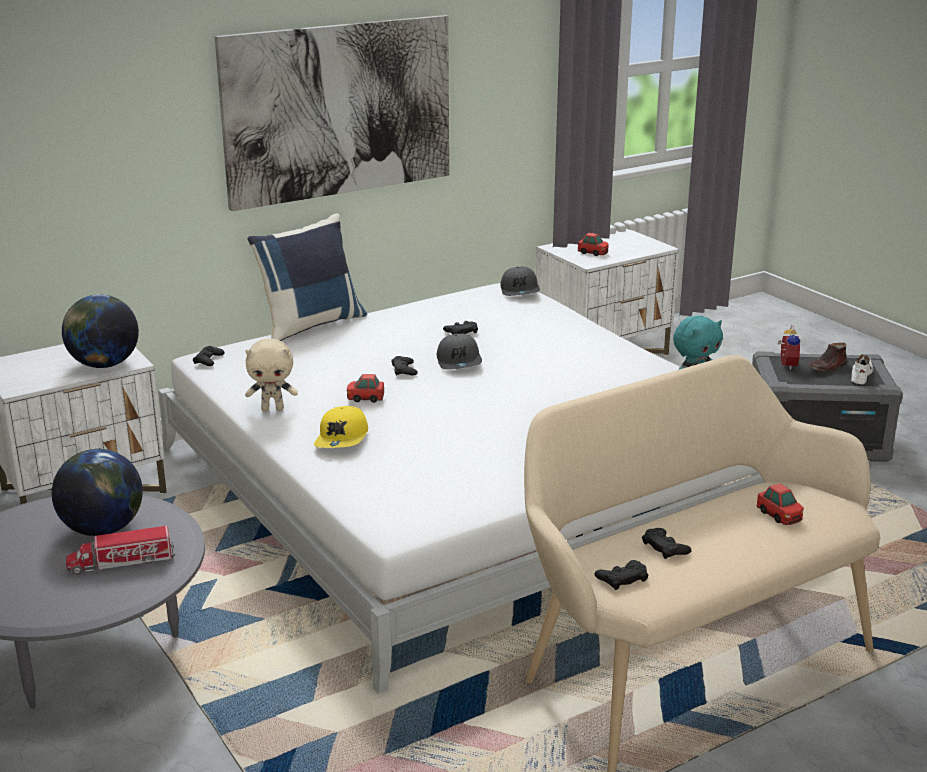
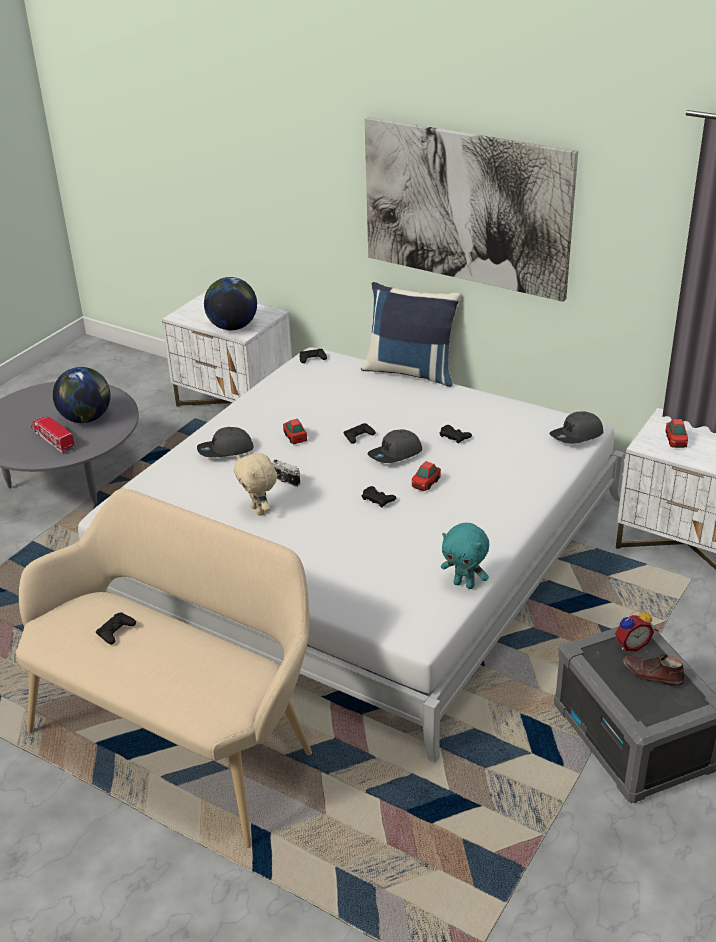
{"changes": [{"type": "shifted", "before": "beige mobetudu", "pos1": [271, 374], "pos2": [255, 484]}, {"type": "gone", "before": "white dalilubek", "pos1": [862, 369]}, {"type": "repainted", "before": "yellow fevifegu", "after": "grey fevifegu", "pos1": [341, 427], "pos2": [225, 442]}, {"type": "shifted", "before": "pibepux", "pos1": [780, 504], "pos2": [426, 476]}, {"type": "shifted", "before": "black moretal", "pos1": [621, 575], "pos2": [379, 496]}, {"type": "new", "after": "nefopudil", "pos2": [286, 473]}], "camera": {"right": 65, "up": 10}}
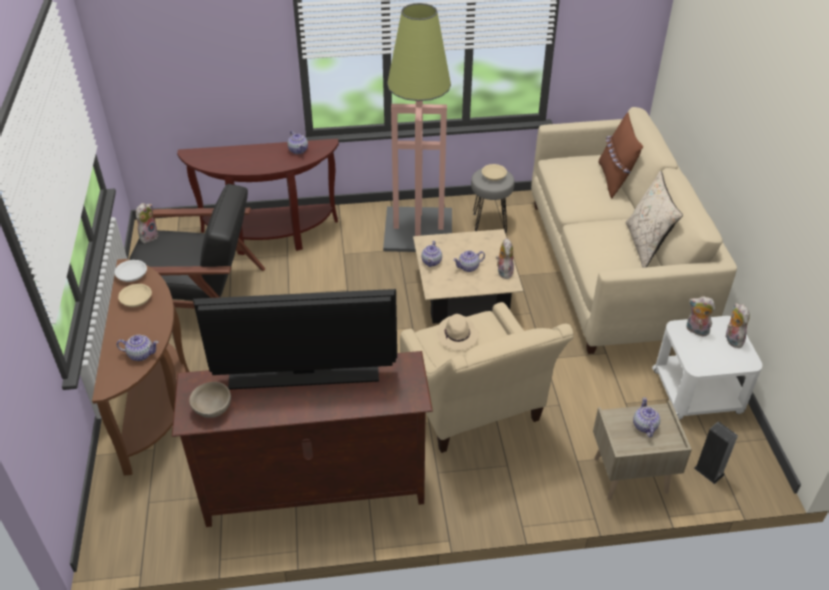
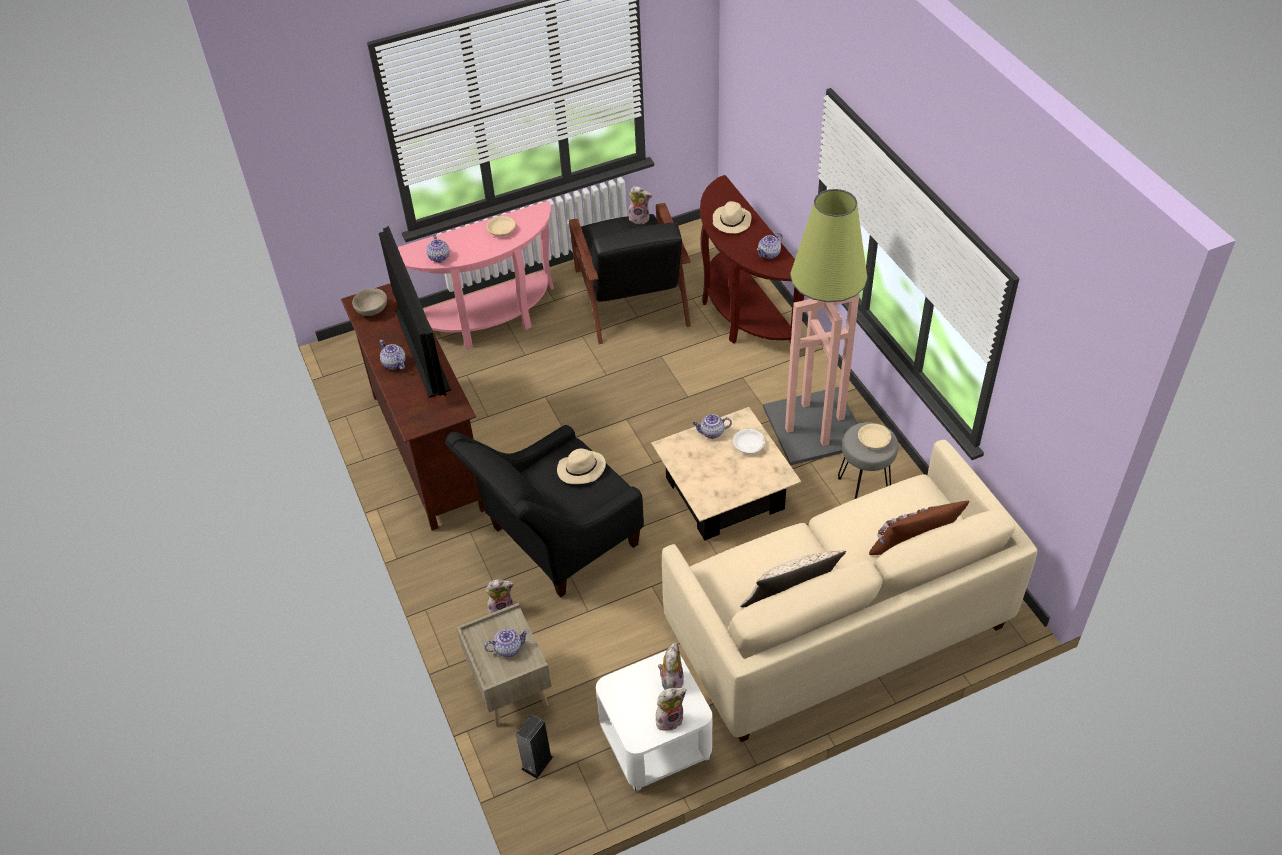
{"changes": [{"type": "shifted", "before": "mobetudu", "pos1": [505, 258], "pos2": [500, 596]}, {"type": "shifted", "before": "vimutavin", "pos1": [469, 261], "pos2": [392, 355]}, {"type": "repainted", "before": "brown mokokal", "after": "pink mokokal", "pos1": [141, 367], "pos2": [476, 275]}, {"type": "shifted", "before": "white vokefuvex", "pos1": [130, 271], "pos2": [749, 441]}, {"type": "repainted", "before": "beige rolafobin", "after": "black rolafobin", "pos1": [487, 377], "pos2": [544, 511]}, {"type": "new", "after": "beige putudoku", "pos2": [732, 217]}], "camera": {"right": 75, "up": 5}}
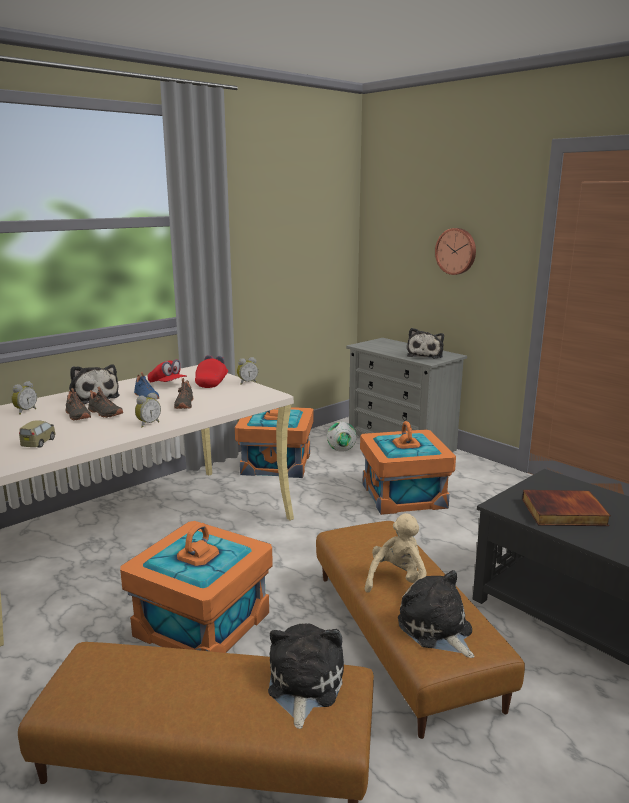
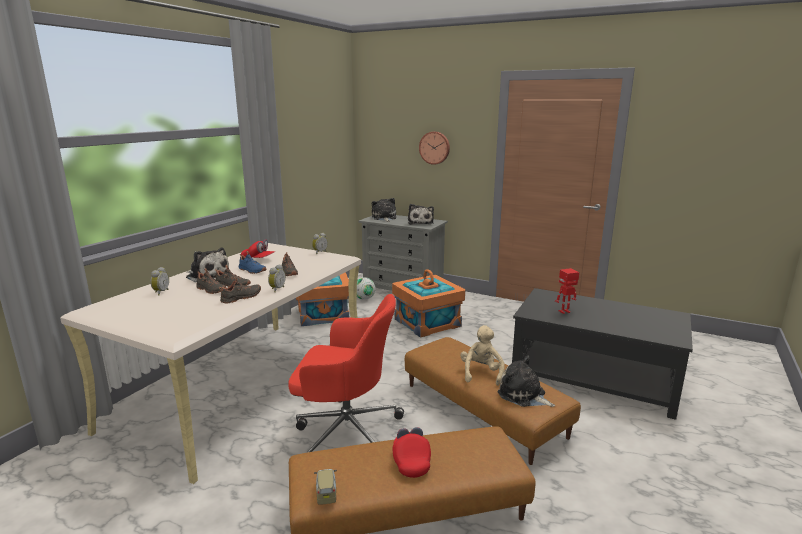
{"changes": [{"type": "shifted", "before": "red fevifegu", "pos1": [211, 371], "pos2": [412, 452]}, {"type": "shifted", "before": "pibepux", "pos1": [37, 434], "pos2": [325, 486]}, {"type": "swapped", "before": "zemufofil", "after": "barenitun", "pos1": [566, 508], "pos2": [567, 291]}, {"type": "swapped", "before": "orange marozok", "after": "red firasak", "pos1": [196, 587], "pos2": [346, 373]}, {"type": "shifted", "before": "mobetudu", "pos1": [306, 676], "pos2": [384, 210]}, {"type": "new", "after": "black dalilubek", "pos2": [240, 290]}], "camera": {"right": -20, "up": 0}}
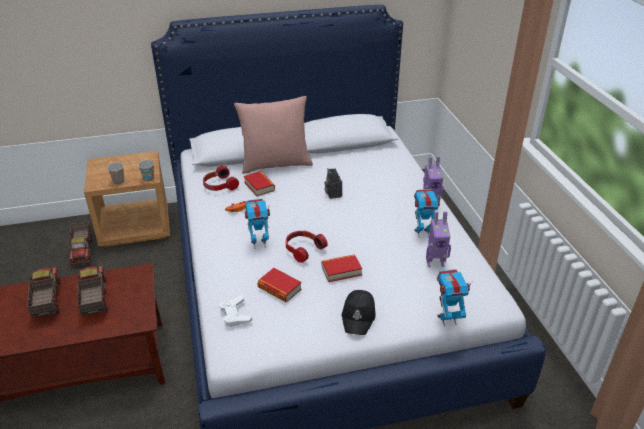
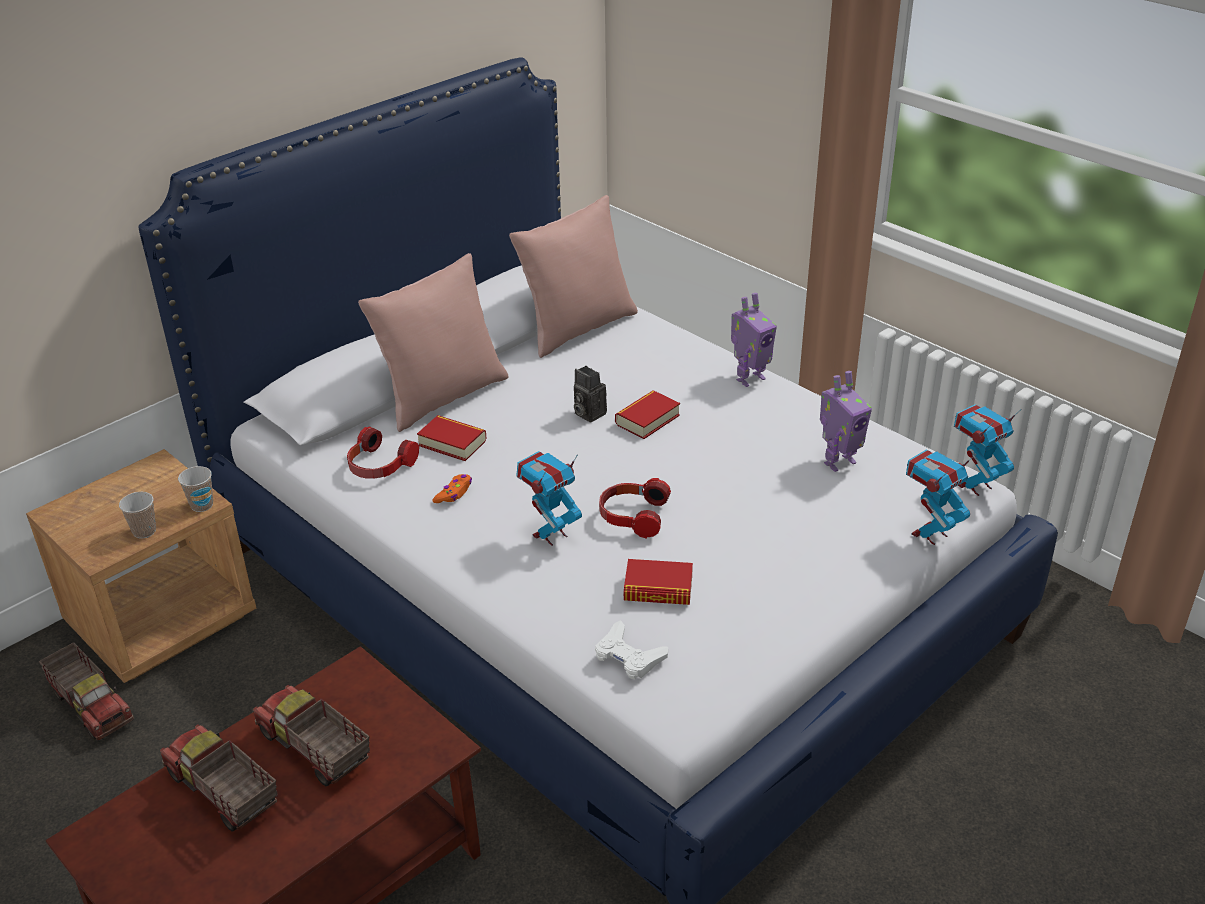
{"changes": [{"type": "shifted", "before": "barenitun", "pos1": [427, 213], "pos2": [988, 450]}, {"type": "shifted", "before": "zemufofil", "pos1": [342, 268], "pos2": [647, 414]}, {"type": "gone", "before": "black fevifegu", "pos1": [359, 312]}, {"type": "new", "after": "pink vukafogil", "pos2": [573, 276]}], "camera": {"right": -30, "up": 0}}
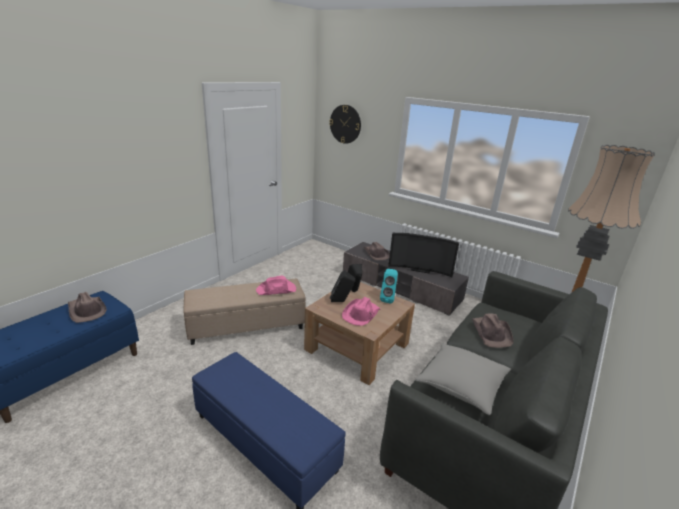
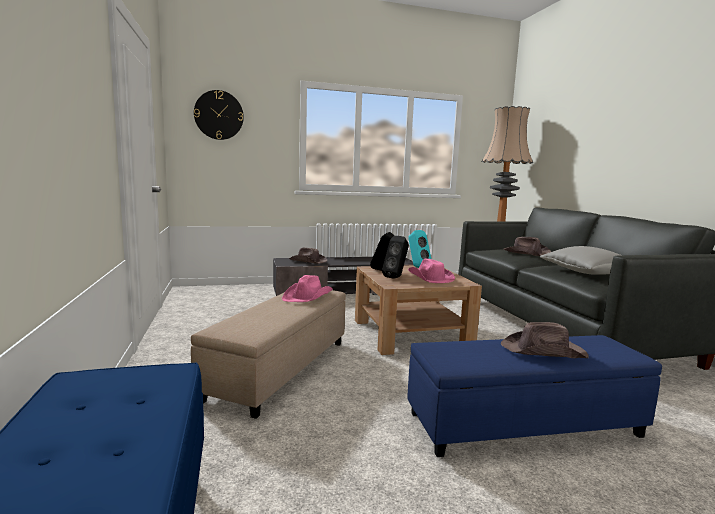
{"changes": [{"type": "gone", "before": "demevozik", "pos1": [423, 255]}, {"type": "shifted", "before": "brown putudoku", "pos1": [87, 307], "pos2": [545, 340]}], "camera": {"right": -50, "up": -15}}
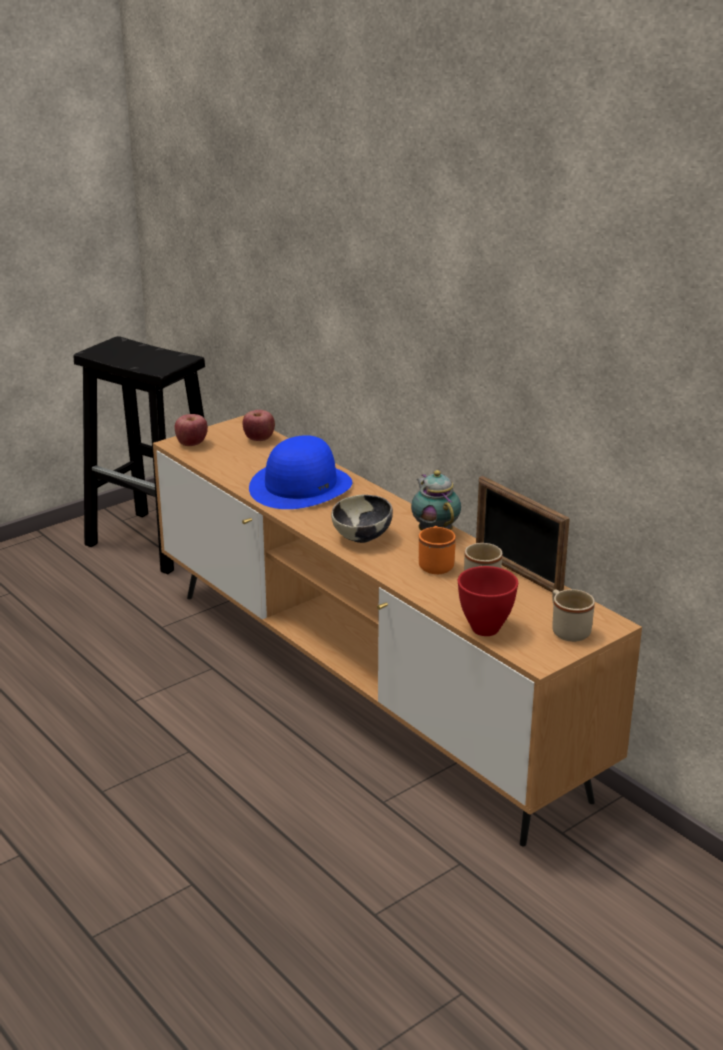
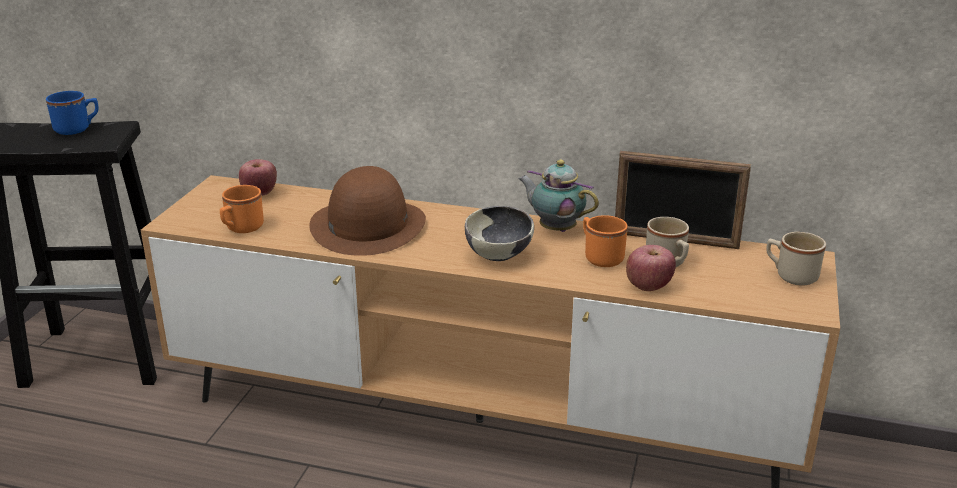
{"changes": [{"type": "shifted", "before": "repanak", "pos1": [191, 430], "pos2": [651, 268]}, {"type": "repainted", "before": "blue putudoku", "after": "brown putudoku", "pos1": [300, 472], "pos2": [367, 211]}, {"type": "gone", "before": "red vokefuvex", "pos1": [488, 601]}, {"type": "new", "after": "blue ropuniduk", "pos2": [72, 113]}, {"type": "new", "after": "orange ropuniduk", "pos2": [242, 209]}], "camera": {"right": -35, "up": 0}}
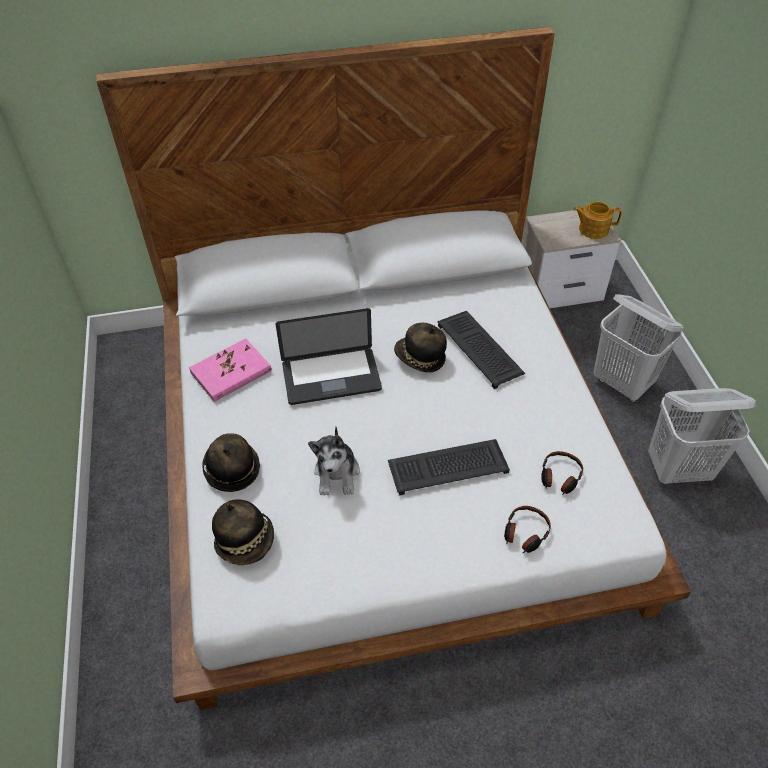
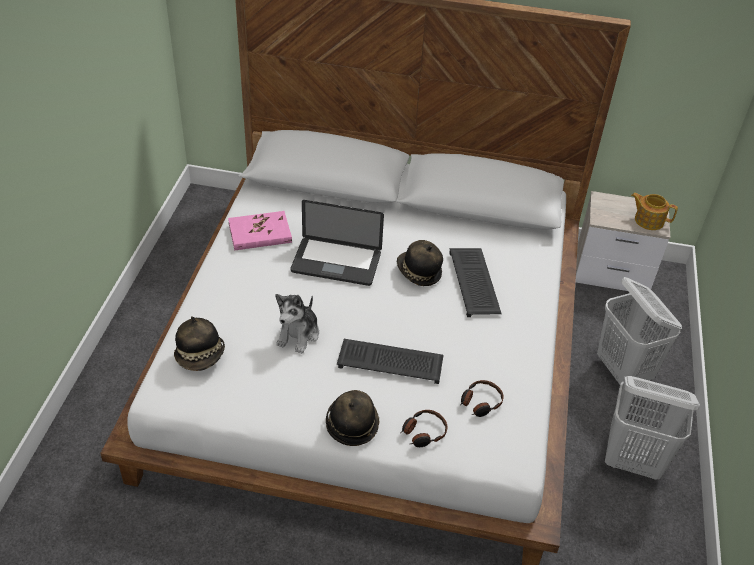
{"changes": [{"type": "shifted", "before": "putudoku", "pos1": [231, 462], "pos2": [352, 418]}], "camera": {"right": 20, "up": -5}}
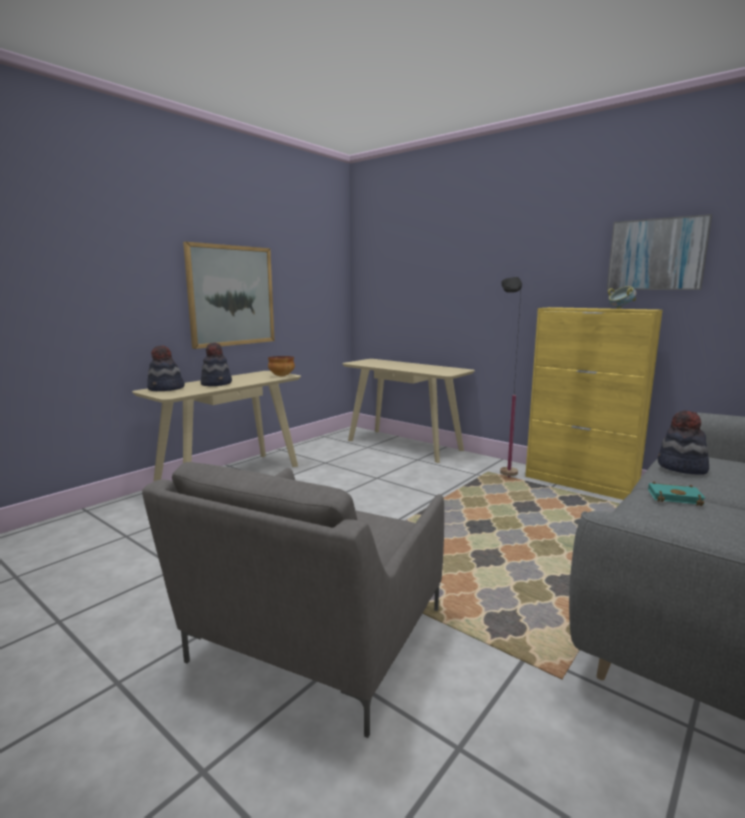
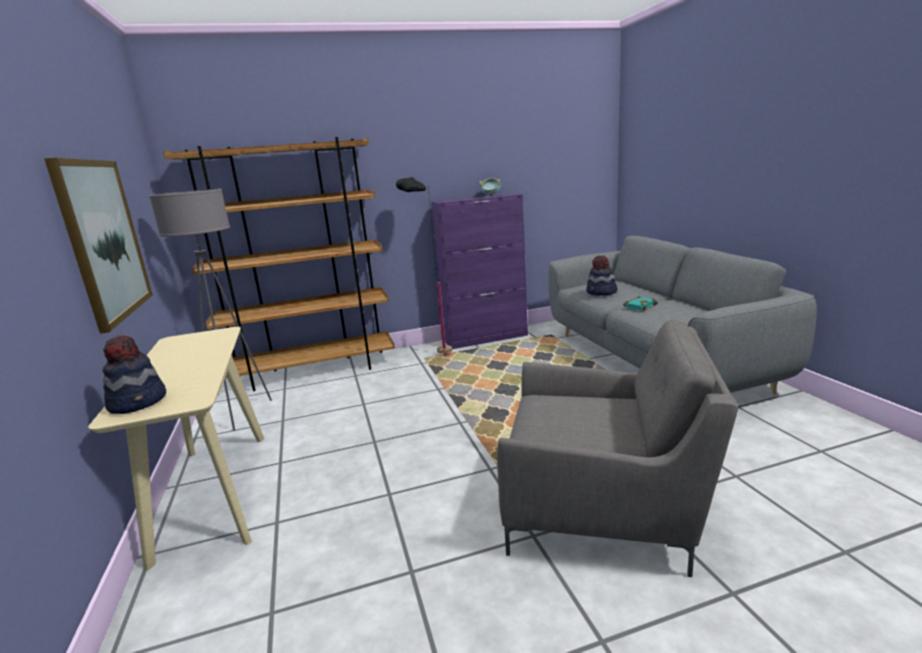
{"changes": [{"type": "gone", "before": "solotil", "pos1": [659, 252]}, {"type": "repainted", "before": "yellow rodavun", "after": "purple rodavun", "pos1": [594, 403], "pos2": [479, 271]}, {"type": "gone", "before": "putudoku", "pos1": [216, 364]}, {"type": "gone", "before": "vokefuvex", "pos1": [281, 366]}, {"type": "swapped", "before": "beige mokokal", "after": "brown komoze", "pos1": [408, 411], "pos2": [279, 264]}, {"type": "rotated", "before": "grey rolafobin", "pos1": [293, 600], "pos2": [617, 448], "turn": -45}, {"type": "new", "after": "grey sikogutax", "pos2": [210, 310]}], "camera": {"right": -55, "up": 5}}
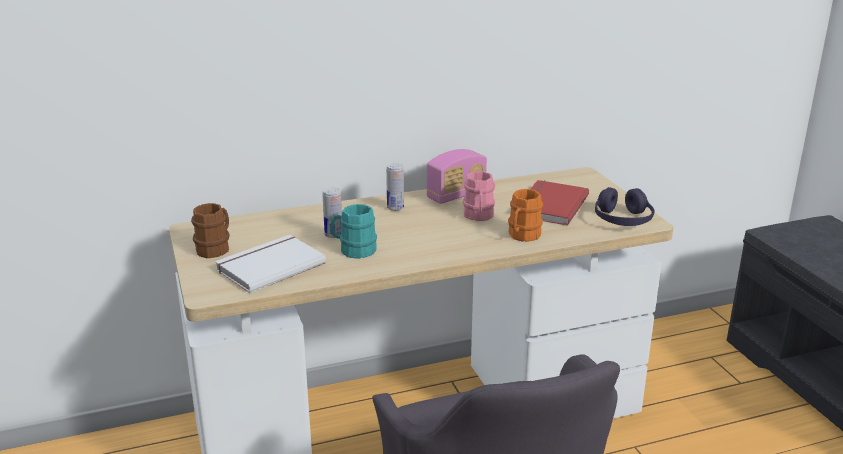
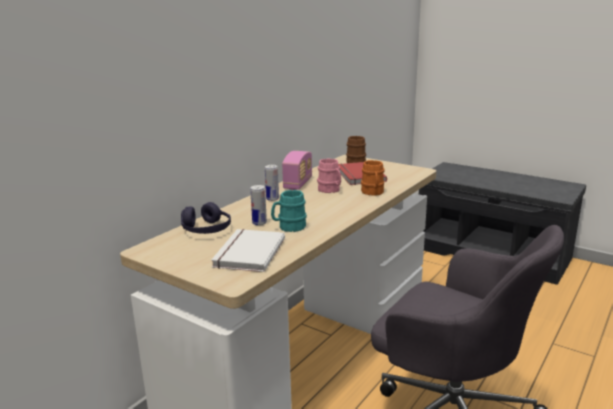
{"changes": [{"type": "shifted", "before": "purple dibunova", "pos1": [625, 206], "pos2": [206, 218]}, {"type": "shifted", "before": "brown ropuniduk", "pos1": [210, 230], "pos2": [356, 149]}], "camera": {"right": -35, "up": -5}}
